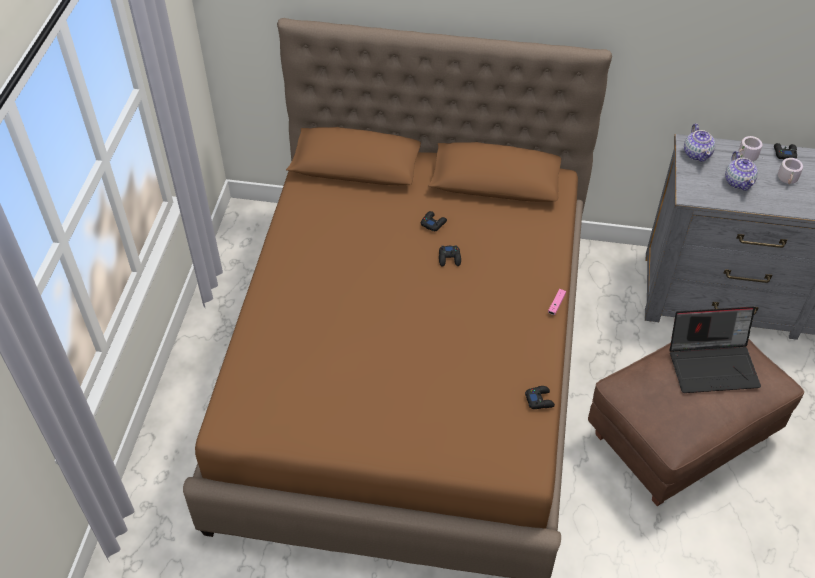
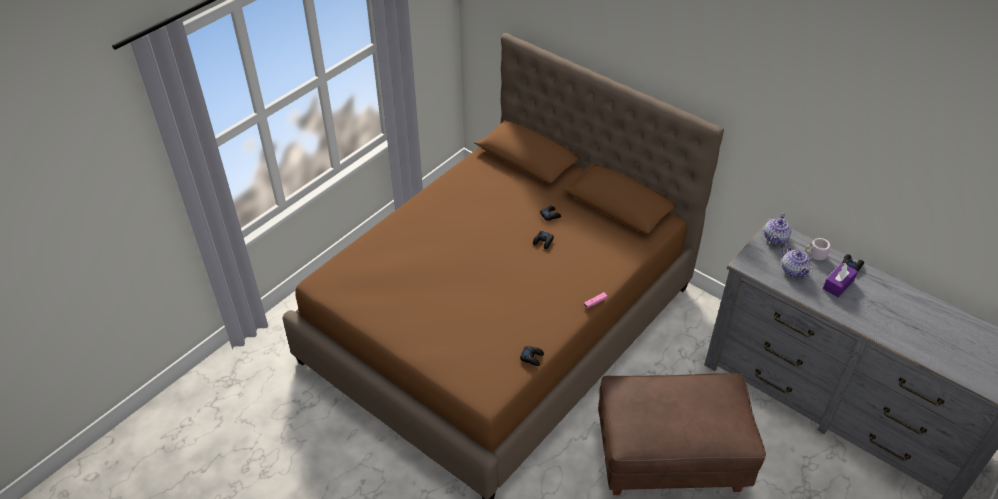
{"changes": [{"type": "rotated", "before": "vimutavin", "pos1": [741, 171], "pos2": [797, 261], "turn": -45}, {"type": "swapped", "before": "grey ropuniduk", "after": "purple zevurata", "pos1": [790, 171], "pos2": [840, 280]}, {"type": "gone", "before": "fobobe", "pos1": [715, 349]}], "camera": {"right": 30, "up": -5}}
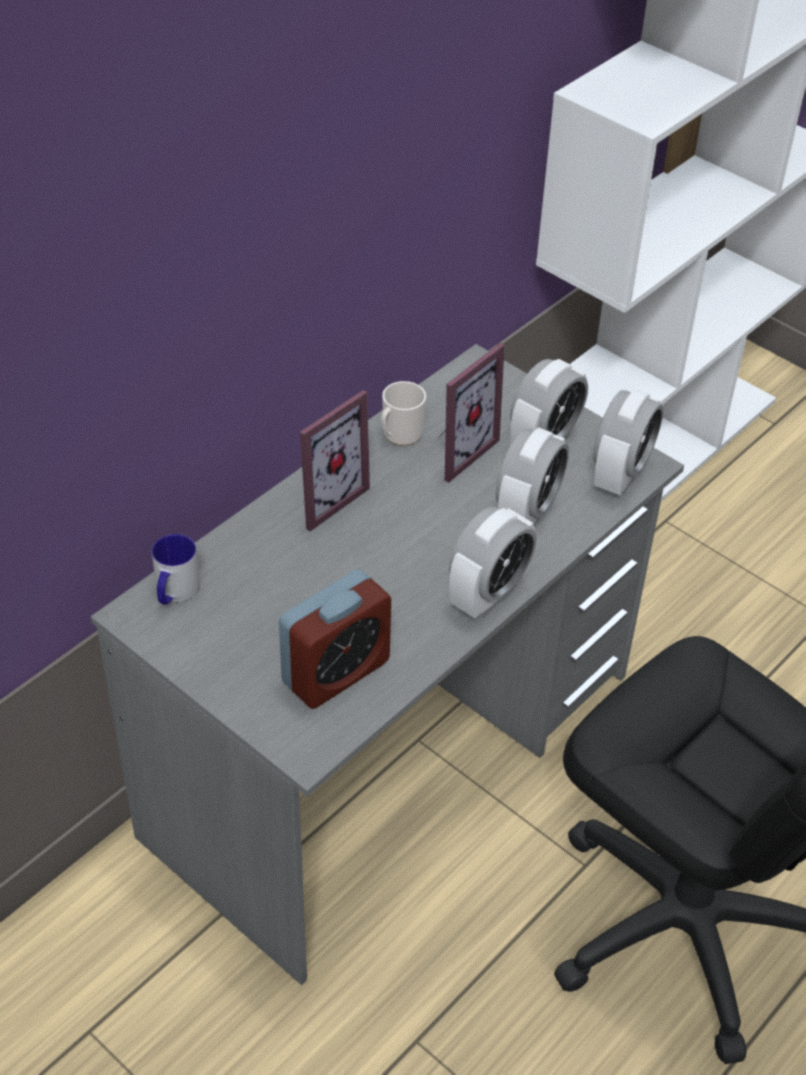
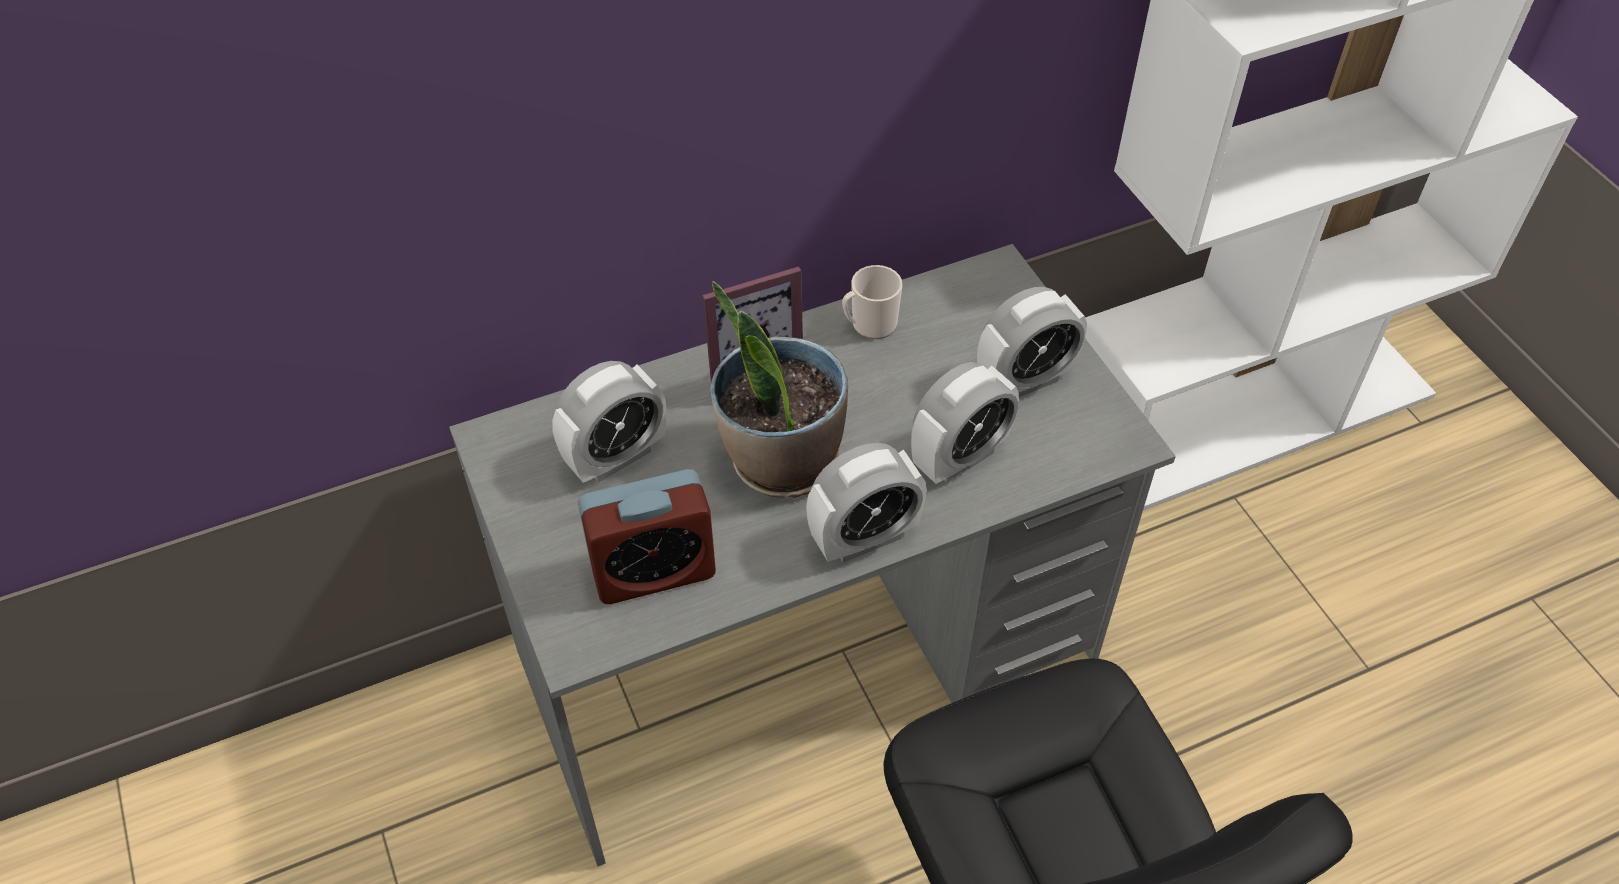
{"changes": [{"type": "gone", "before": "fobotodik", "pos1": [470, 413]}, {"type": "shifted", "before": "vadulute", "pos1": [628, 442], "pos2": [609, 422]}, {"type": "gone", "before": "ropuniduk", "pos1": [176, 569]}, {"type": "new", "after": "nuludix", "pos2": [779, 389]}], "camera": {"right": 25, "up": 5}}
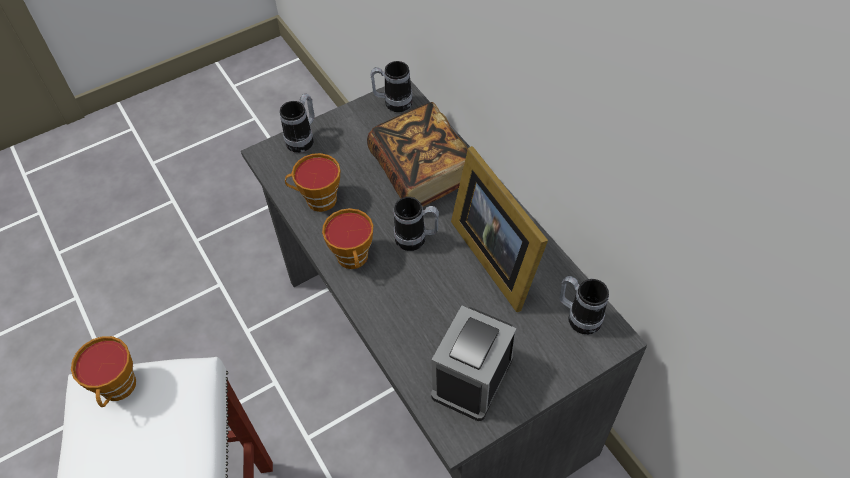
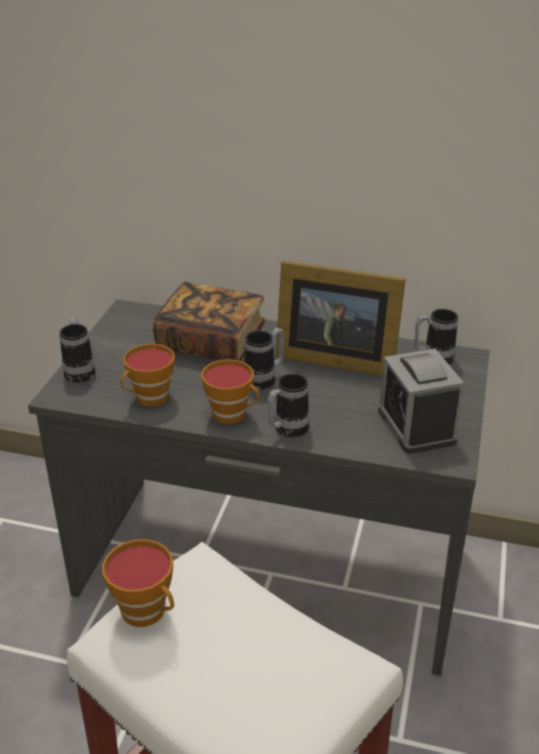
{"changes": [{"type": "shifted", "before": "ropuniduk", "pos1": [391, 86], "pos2": [289, 405]}], "camera": {"right": -45, "up": -20}}
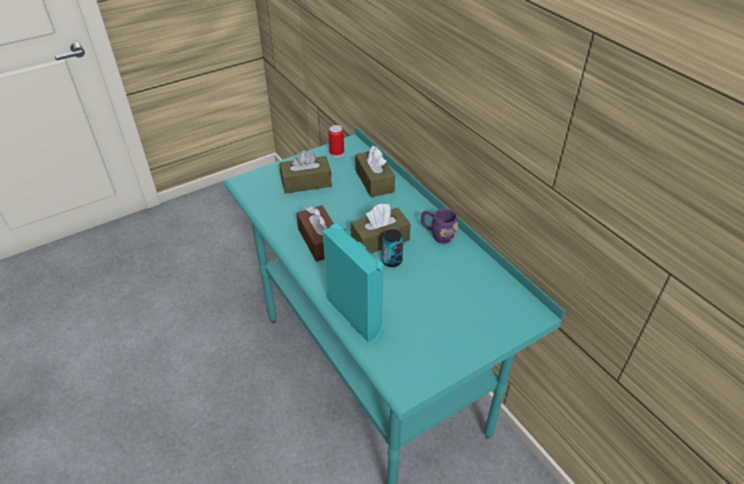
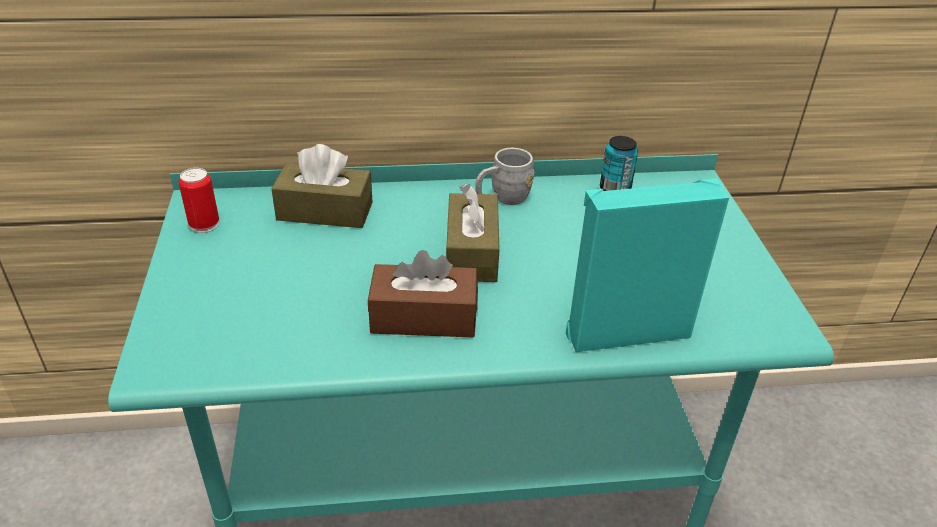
{"changes": [{"type": "gone", "before": "brown zevurata", "pos1": [305, 172]}, {"type": "repainted", "before": "purple ropuniduk", "after": "grey ropuniduk", "pos1": [439, 226], "pos2": [504, 176]}, {"type": "shifted", "before": "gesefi", "pos1": [392, 248], "pos2": [619, 163]}], "camera": {"right": -65, "up": -5}}
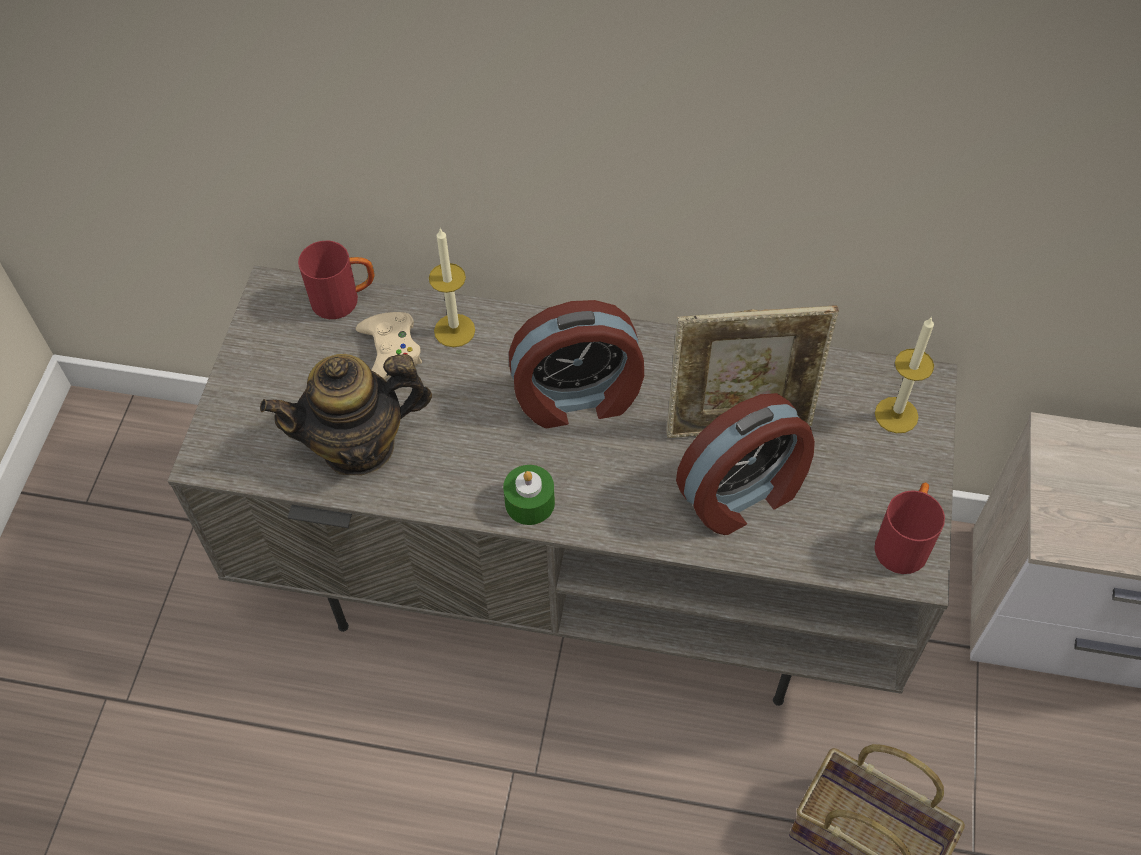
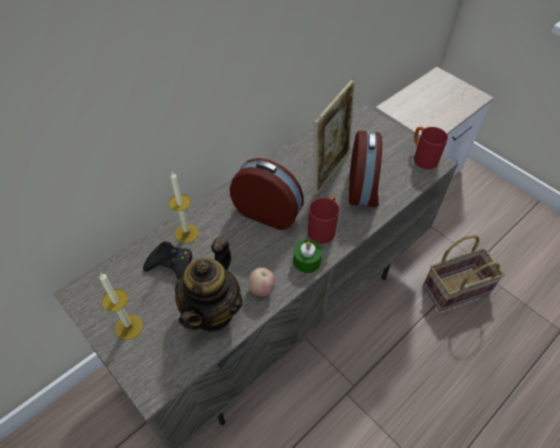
{"changes": [{"type": "shifted", "before": "red ropuniduk", "pos1": [336, 280], "pos2": [323, 220]}, {"type": "rotated", "before": "vadulute", "pos1": [576, 364], "pos2": [267, 194], "turn": -90}, {"type": "repainted", "before": "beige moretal", "after": "black moretal", "pos1": [389, 346], "pos2": [167, 260]}, {"type": "shifted", "before": "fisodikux", "pos1": [904, 374], "pos2": [121, 306]}, {"type": "new", "after": "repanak", "pos2": [261, 282]}], "camera": {"right": -55, "up": -5}}
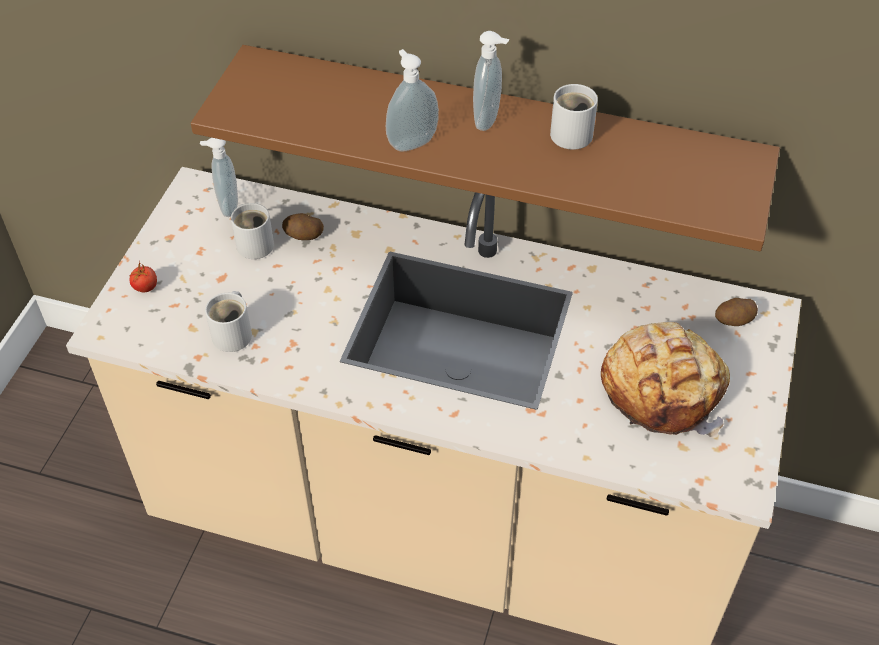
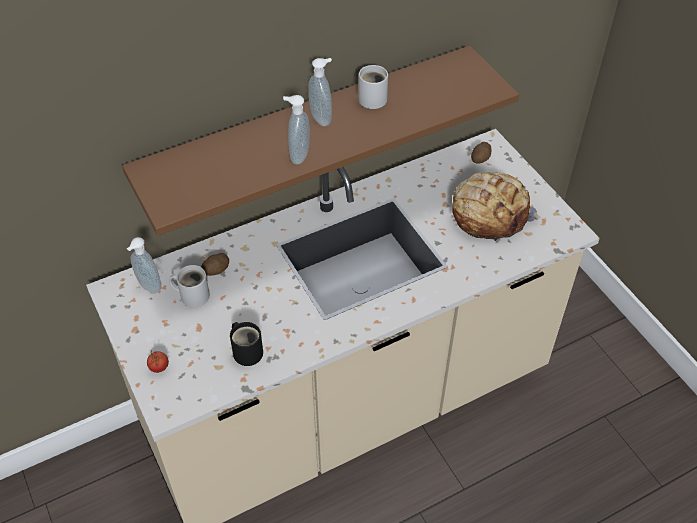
{"changes": [{"type": "repainted", "before": "white ropuniduk", "after": "black ropuniduk", "pos1": [228, 321], "pos2": [246, 344]}], "camera": {"right": -45, "up": 0}}
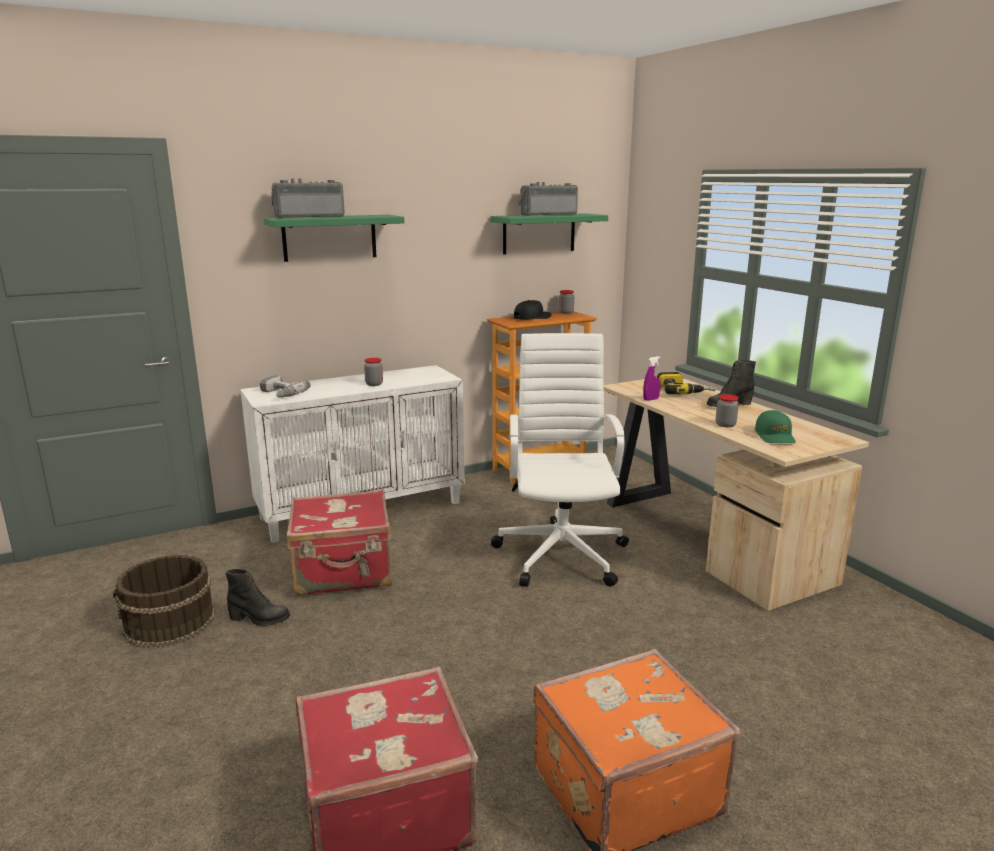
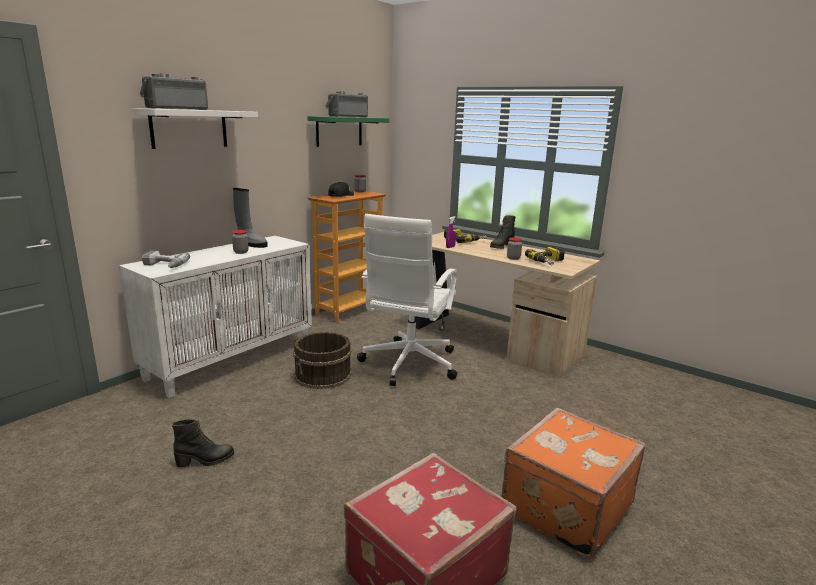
{"changes": [{"type": "repainted", "before": "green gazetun", "after": "white gazetun", "pos1": [334, 238], "pos2": [195, 128]}, {"type": "rotated", "before": "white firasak", "pos1": [560, 460], "pos2": [407, 300], "turn": -135}, {"type": "swapped", "before": "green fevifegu", "after": "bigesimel", "pos1": [775, 426], "pos2": [545, 255]}, {"type": "gone", "before": "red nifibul", "pos1": [339, 542]}, {"type": "shifted", "before": "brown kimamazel", "pos1": [164, 601], "pos2": [322, 360]}, {"type": "new", "after": "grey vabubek", "pos2": [250, 218]}], "camera": {"right": -25, "up": 0}}
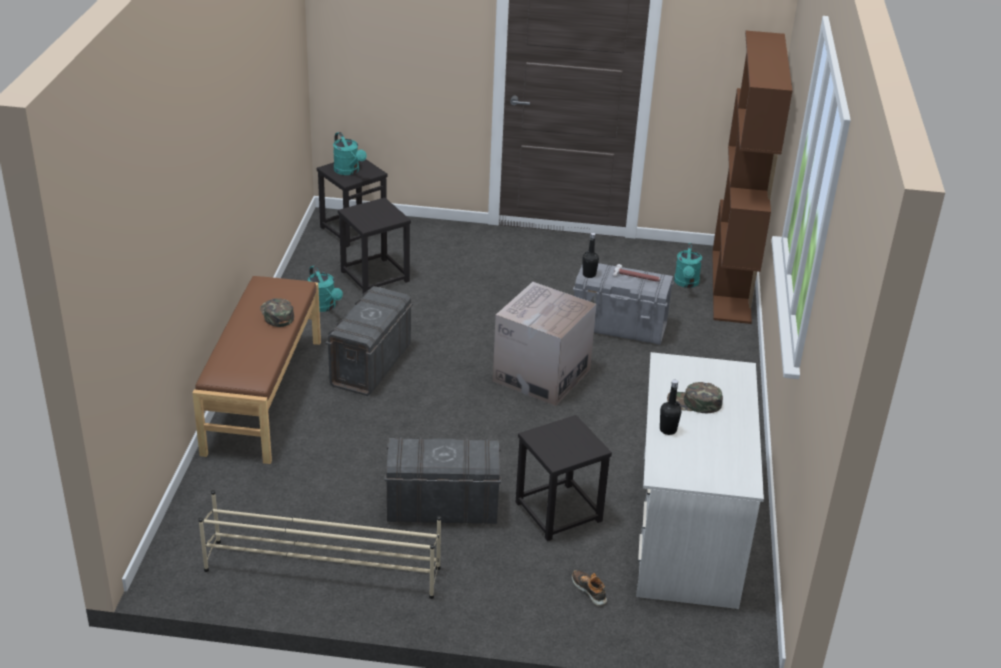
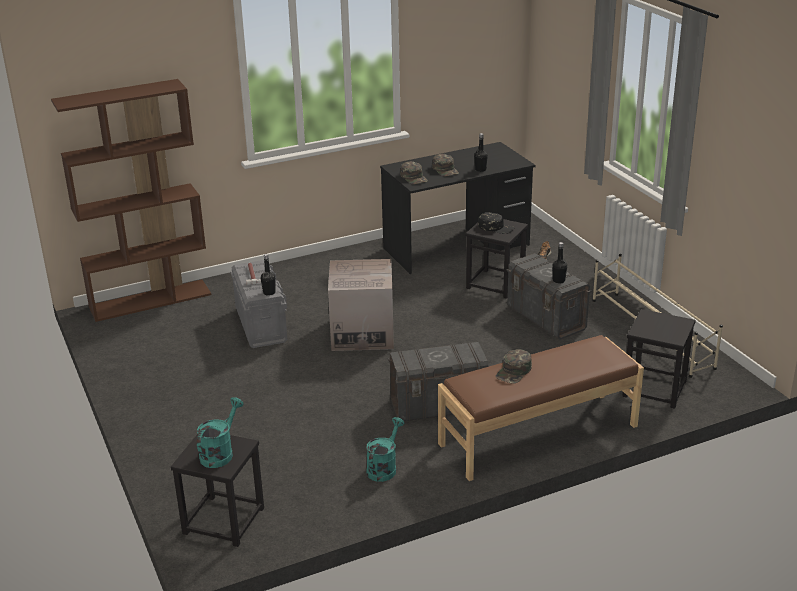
{"changes": [{"type": "shifted", "before": "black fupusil", "pos1": [374, 246], "pos2": [659, 359]}, {"type": "gone", "before": "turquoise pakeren", "pos1": [688, 265]}, {"type": "repainted", "before": "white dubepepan", "after": "black dubepepan", "pos1": [700, 480], "pos2": [458, 208]}, {"type": "new", "after": "green fevifegu", "pos2": [414, 172]}, {"type": "new", "after": "black fevifegu", "pos2": [496, 223]}, {"type": "new", "after": "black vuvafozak", "pos2": [559, 263]}], "camera": {"right": -120, "up": -5}}
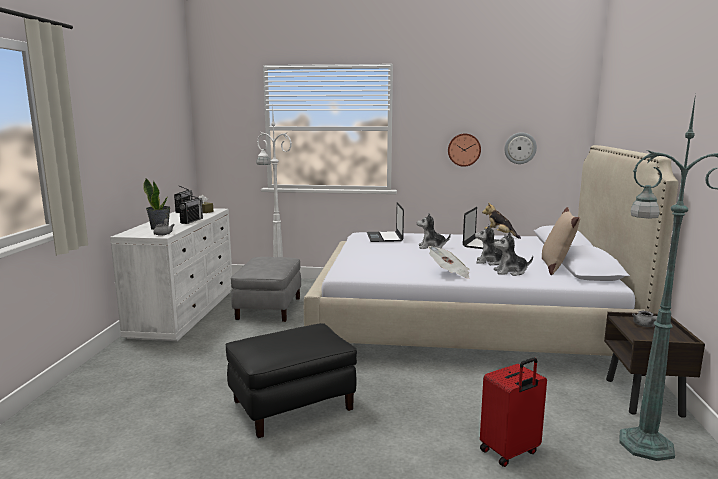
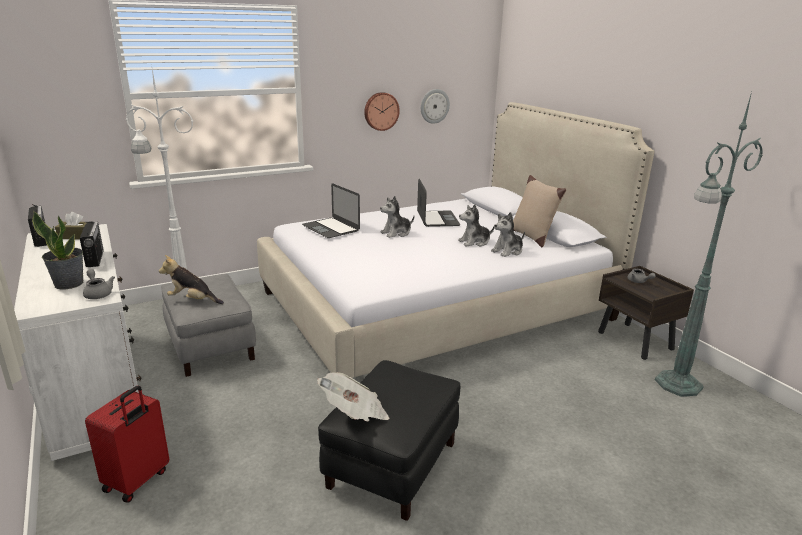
{"changes": [{"type": "shifted", "before": "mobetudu", "pos1": [501, 220], "pos2": [191, 279]}, {"type": "shifted", "before": "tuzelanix", "pos1": [448, 262], "pos2": [353, 397]}, {"type": "shifted", "before": "red nifibul", "pos1": [513, 412], "pos2": [127, 444]}], "camera": {"right": -35, "up": 10}}
